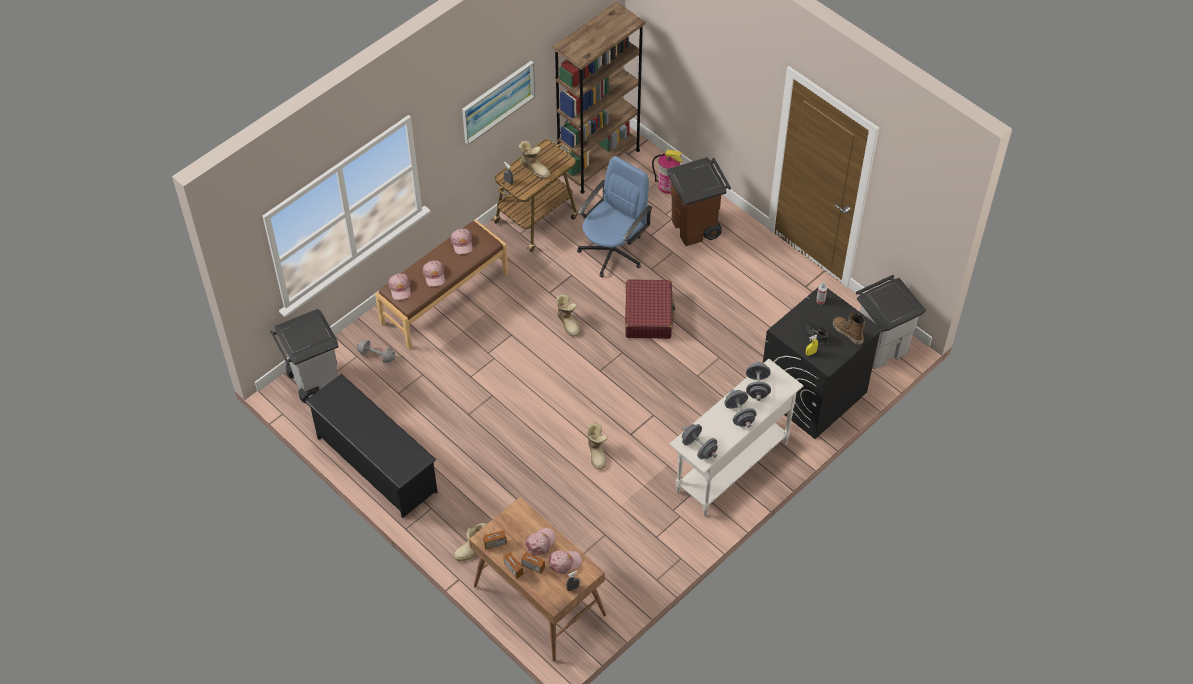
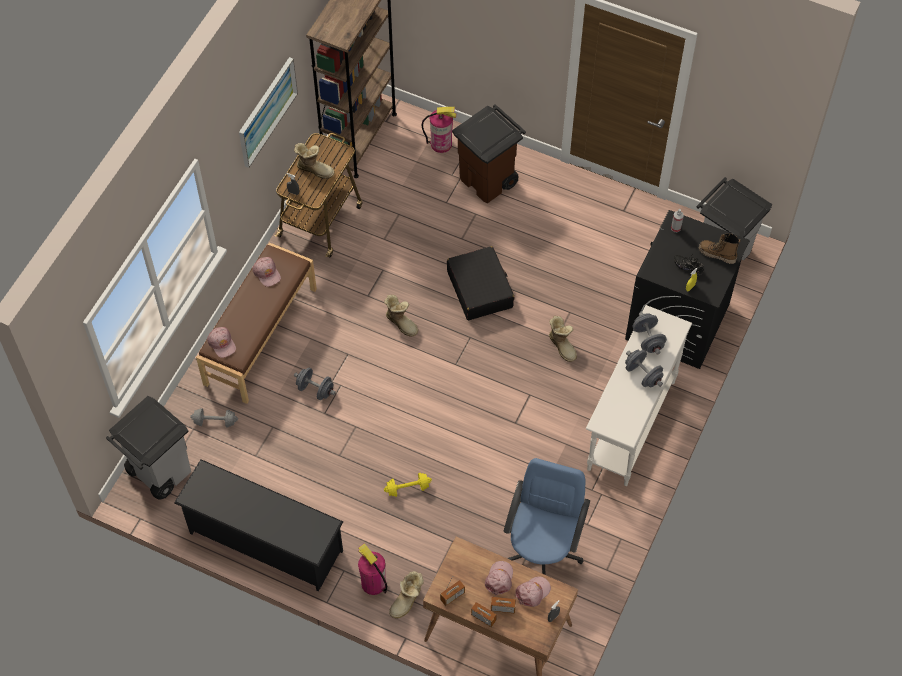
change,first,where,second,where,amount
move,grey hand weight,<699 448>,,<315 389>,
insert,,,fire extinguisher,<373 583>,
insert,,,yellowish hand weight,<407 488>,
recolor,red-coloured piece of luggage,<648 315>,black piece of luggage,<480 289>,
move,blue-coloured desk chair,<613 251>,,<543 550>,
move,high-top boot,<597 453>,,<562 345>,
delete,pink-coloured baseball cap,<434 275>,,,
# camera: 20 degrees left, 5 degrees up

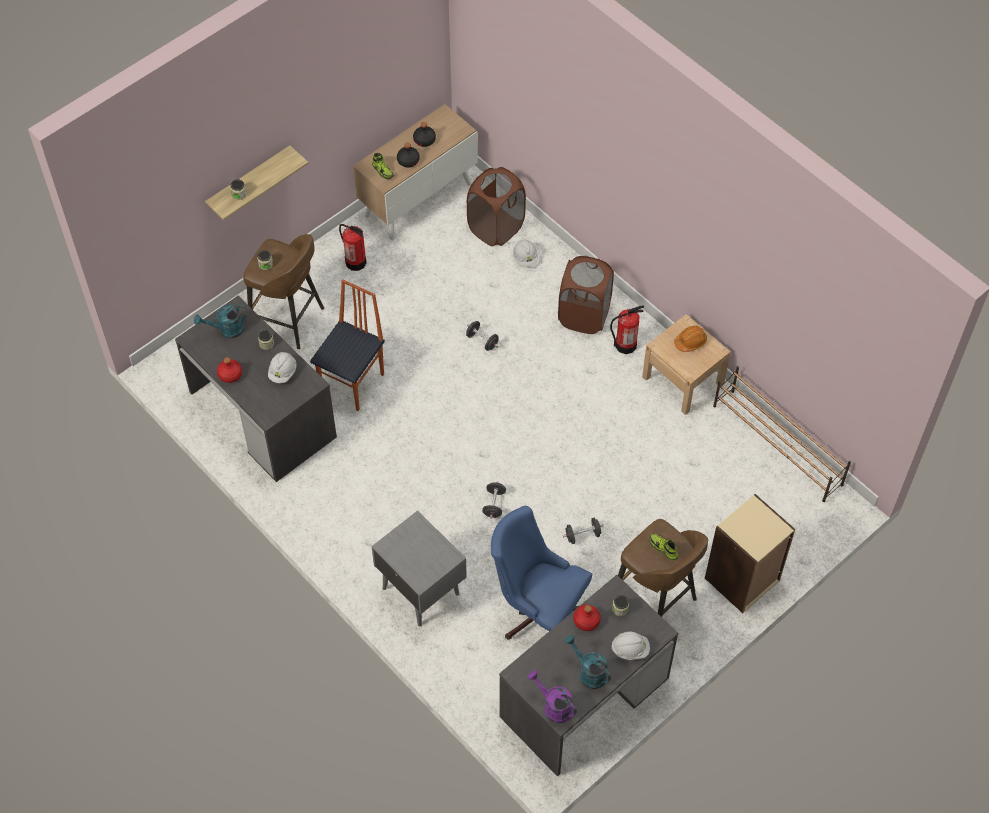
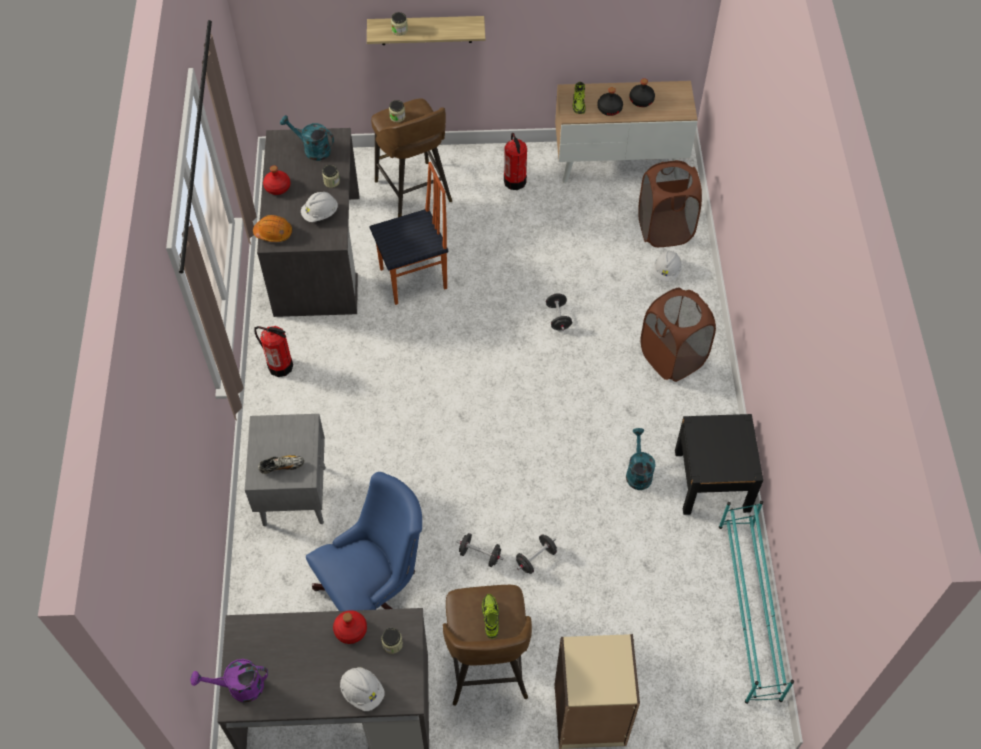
change,first,where,second,where,amount
rotate,purple watering pot,<553 706>,,<239 687>,90 degrees counterclockwise
move,orangey hard hat,<690 342>,,<273 233>,
move,fire extinguisher,<625 345>,,<280 366>,
insert,,,low shoe,<282 467>,
rotate,blue-coloured desk chair,<538 610>,,<374 592>,75 degrees clockwise
move,black hand weight,<494 504>,,<536 558>,
move,turquoise-coloured watering pot,<588 672>,,<638 472>,
recolor,beige-coloured night table,<683 380>,black night table,<712 480>,
recolor,brownish shoe stand,<777 445>,turquoise-coloured shoe stand,<749 611>,
# camera: 40 degrees right, 0 degrees up

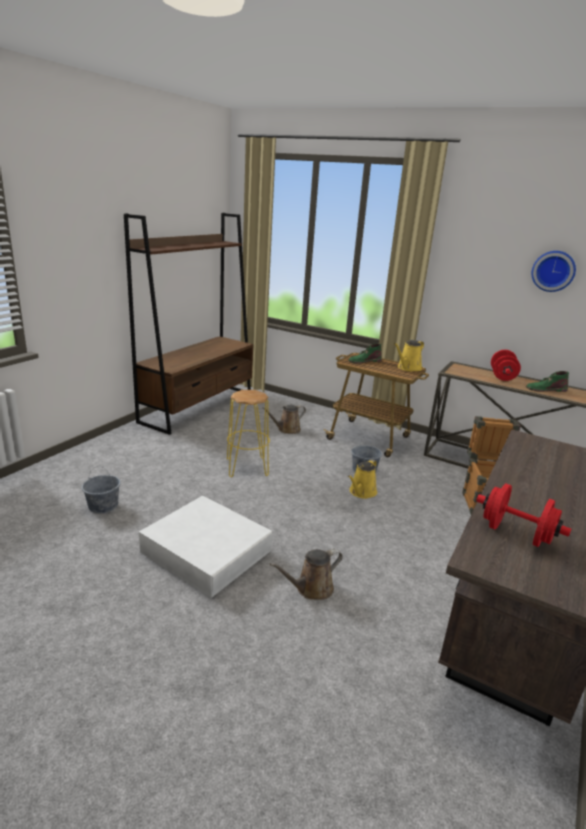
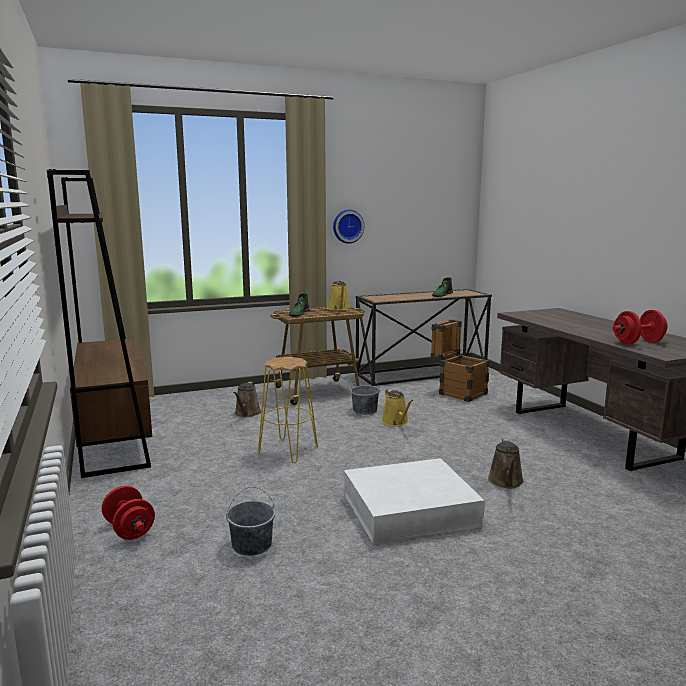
change,first,where,second,where,amount
move,red-coloured hand weight,<502 376>,,<129 530>,
move,wall clock,<553 271>,,<347 226>,
# camera: 50 degrees left, 10 degrees down

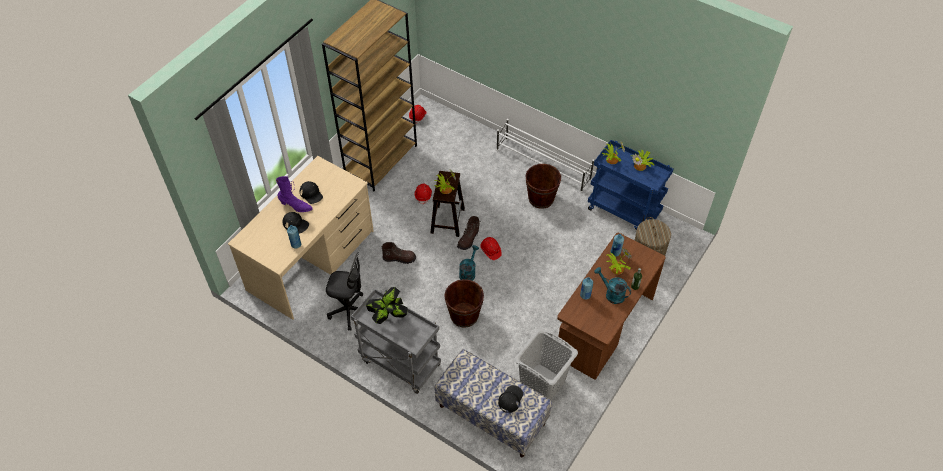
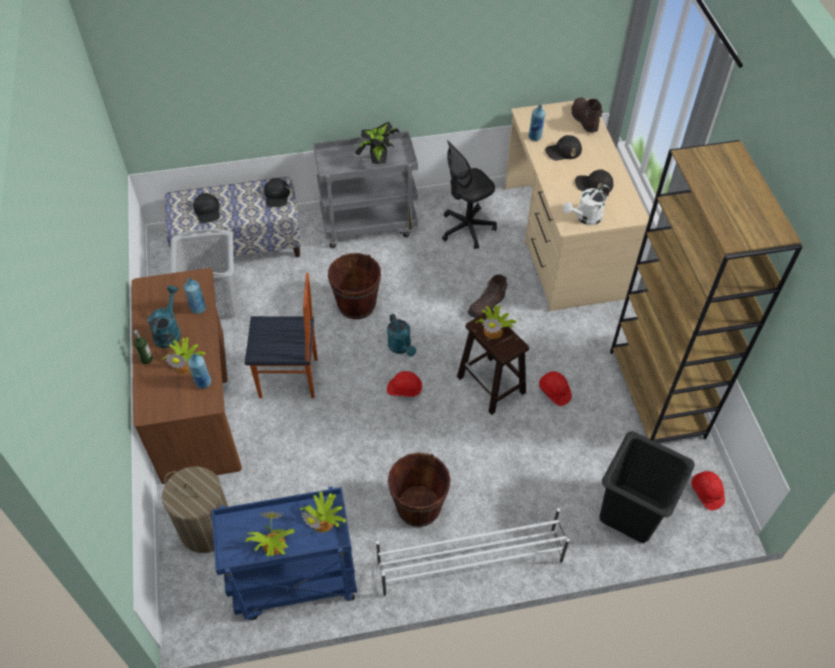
change,first,where,second,where,amount
rotate,turquoise-coloured watering pot,<611 294>,,<169 331>,75 degrees counterclockwise
insert,,,upright chair,<289 379>,
insert,,,black baseball cap,<277 195>,
insert,,,white-coloured watering pot,<585 218>,
move,brownish high-top boot,<468 239>,,<584 120>,
insert,,,black laundry basket,<631 513>,
delete,purple high-top boot,<296 206>,,,
# camera: 135 degrees right, 0 degrees up

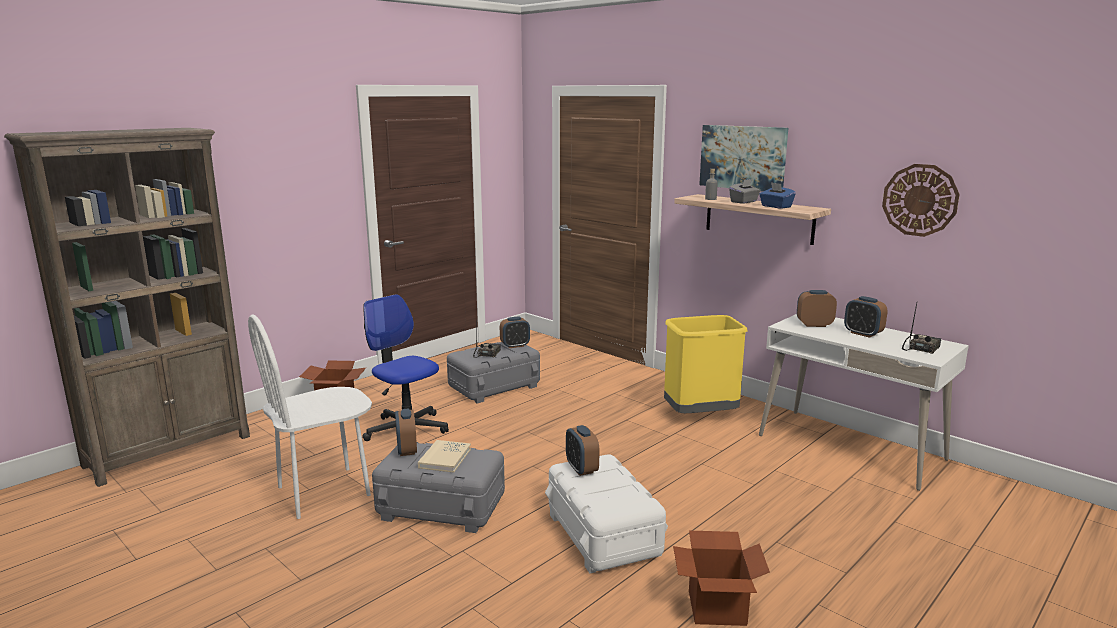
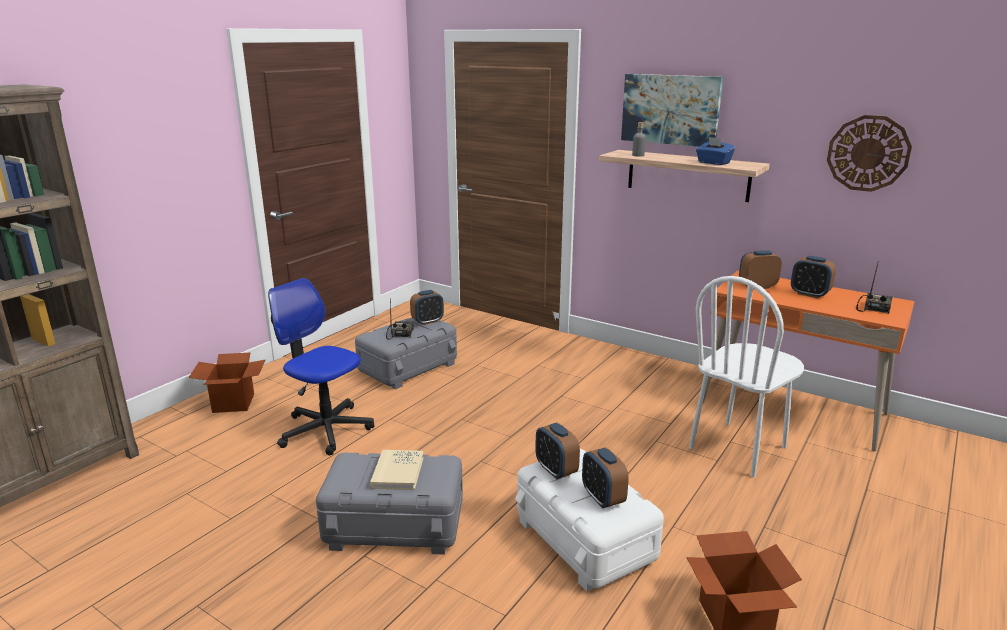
change,first,where,second,where,amount
move,alarm clock,<407 450>,,<602 498>,
move,white-coloured upright chair,<324 491>,,<738 448>,
recolor,white-coloured desk table,<850 447>,orangey desk table,<792 408>,
delete,yellowish trash can,<700 415>,,,
delete,grey box of tissues,<744 202>,,,
# camera: 10 degrees left, 5 degrees up

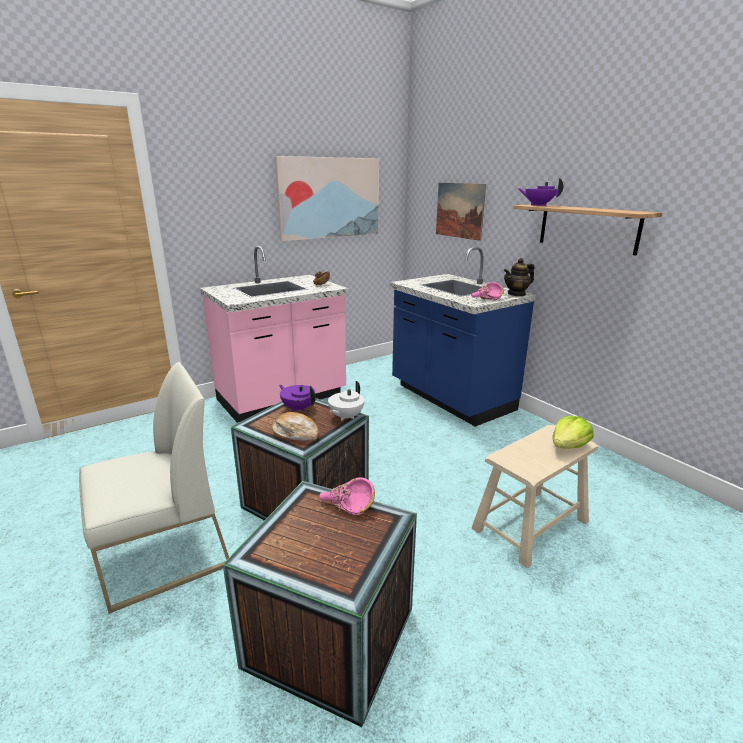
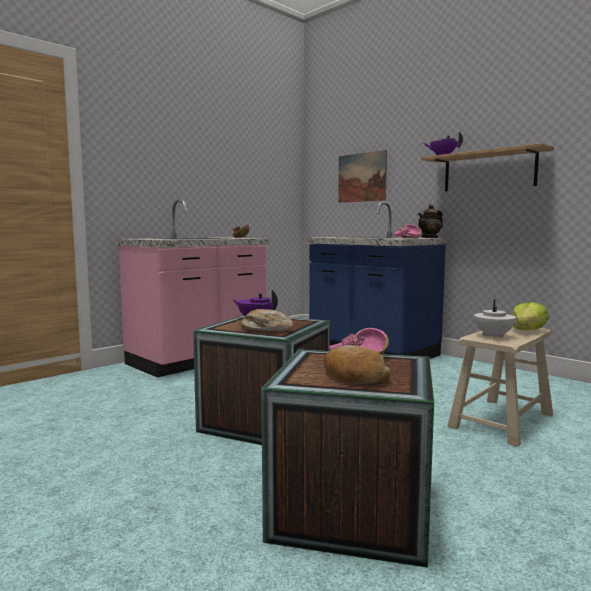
change,first,where,second,where,amount
insert,,,bread,<354 377>,
move,white-coloured pot for tea,<345 417>,,<493 336>,
delete,white-coloured upright chair,<163 555>,,,
delete,picture,<329 198>,,,
# camera: 10 degrees left, 15 degrees down

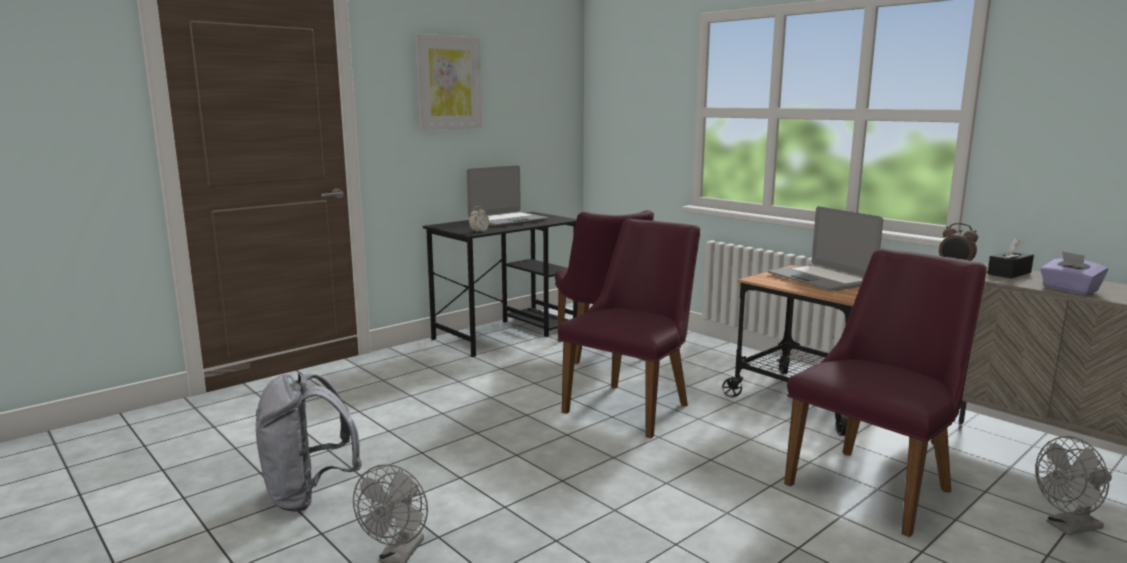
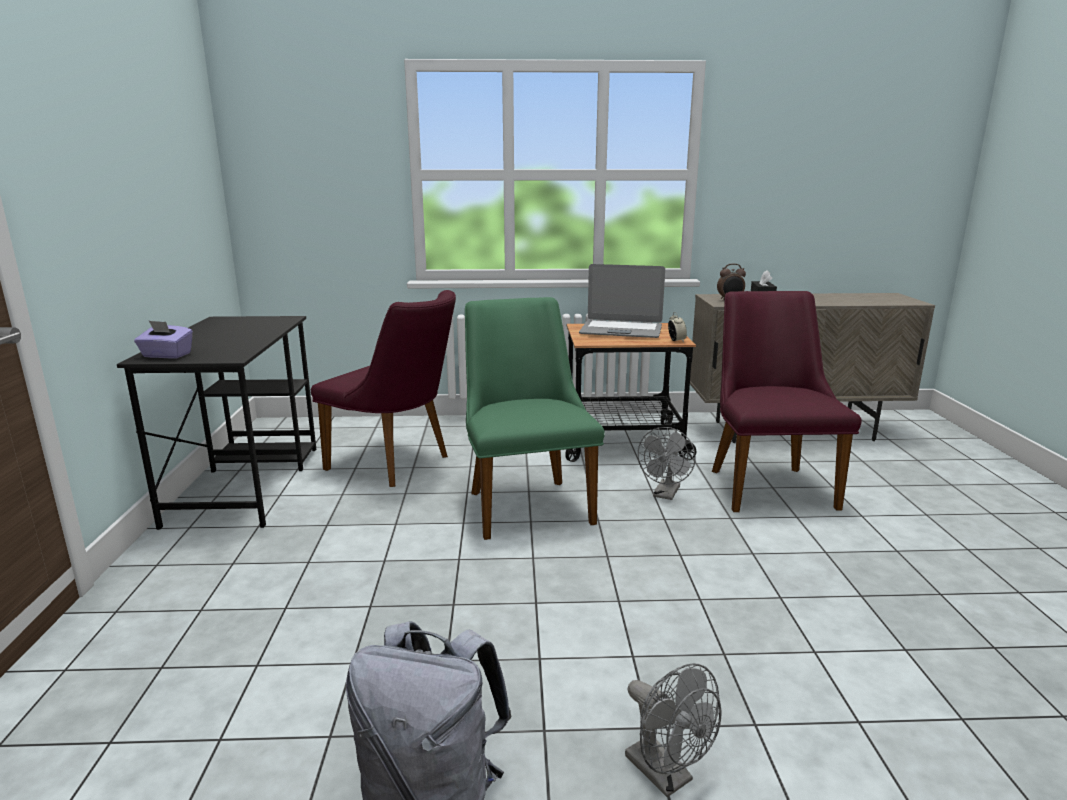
change,first,where,second,where,amount
move,purple box of tissues,<1069 289>,,<166 355>,
recolor,purple upright chair,<634 405>,greenish upright chair,<525 502>,
move,grey cooling fan,<1068 527>,,<665 494>,
move,alarm clock,<479 231>,,<676 340>,
delete,picture,<448 82>,,,
delete,portable computer,<507 220>,,,
# camera: 50 degrees left, 5 degrees up

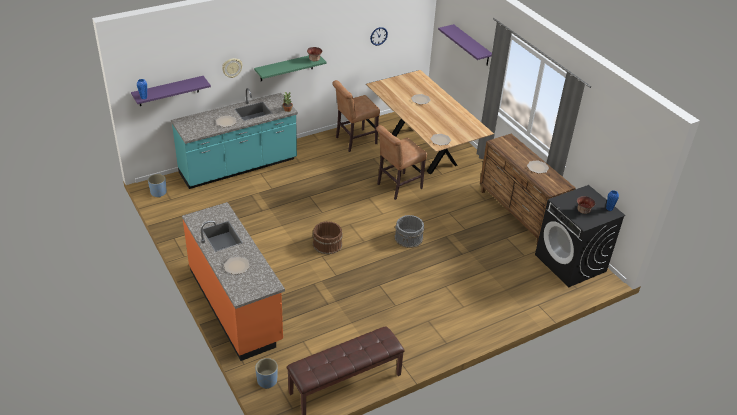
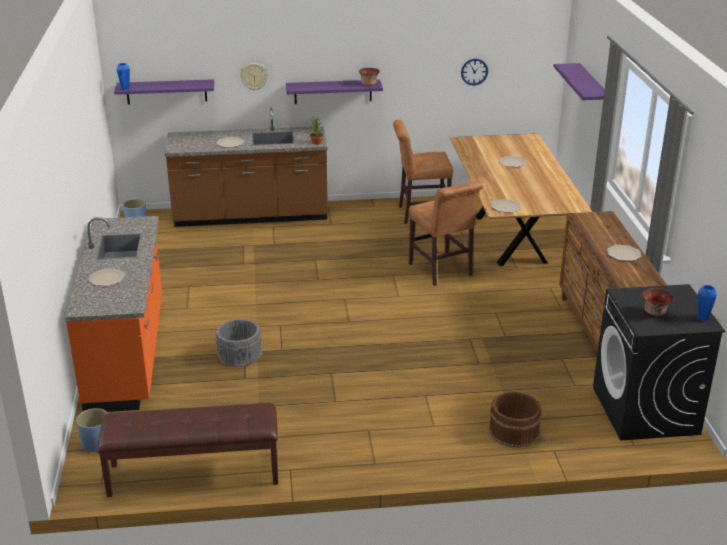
change,first,where,second,where,amount
recolor,turquoise-coloured kitchen counter,<238 167>,brownish kitchen counter,<251 216>,
move,grey pail,<409 238>,,<240 354>,
recolor,greenish bracket shelf,<286 67>,purple bracket shelf,<333 91>,
rotate,brownish upright chair,<397 187>,,<442 271>,105 degrees counterclockwise
move,brownish pail,<327 244>,,<513 432>,
# camera: 25 degrees right, 10 degrees down

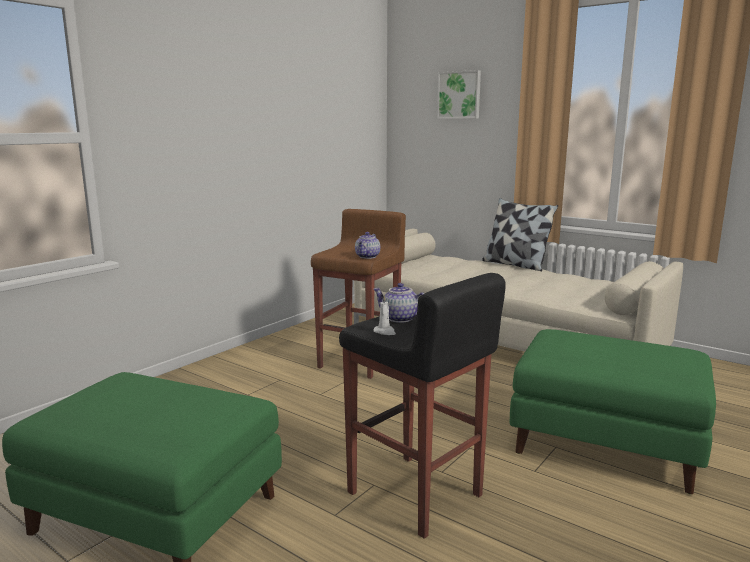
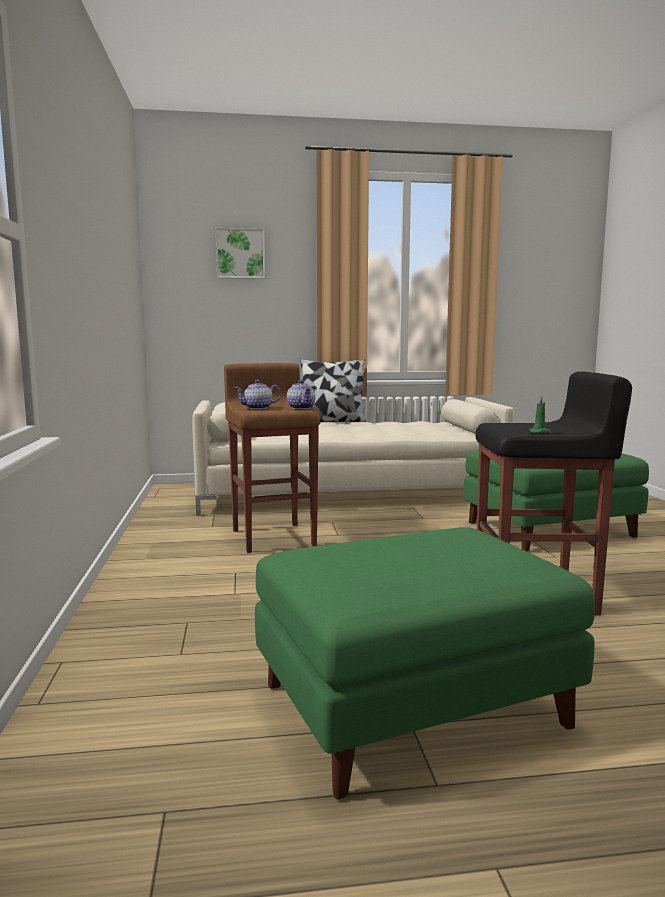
change,first,where,second,where,amount
move,pot for tea,<399 319>,,<258 408>,
recolor,white-coloured wax light,<385 332>,greenish wax light,<540 432>,
# camera: 45 degrees left, 5 degrees down

